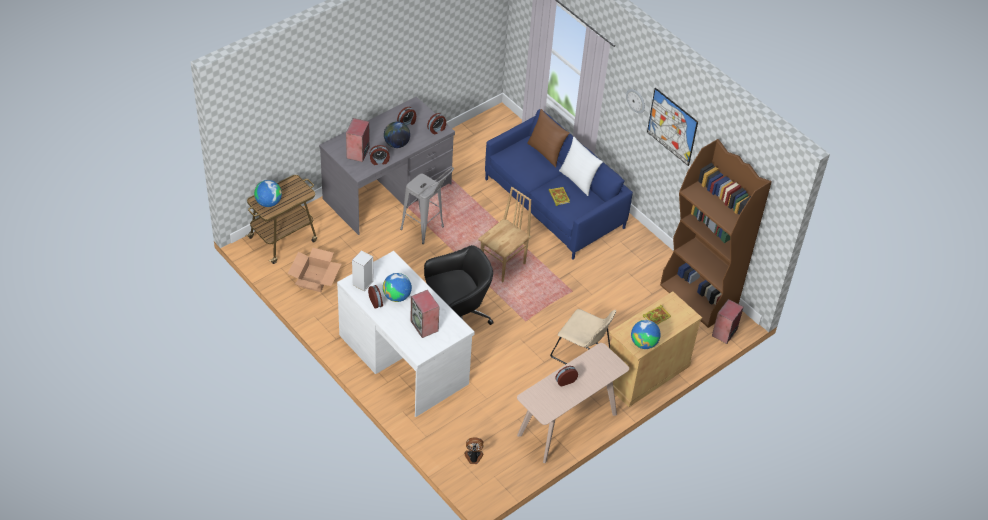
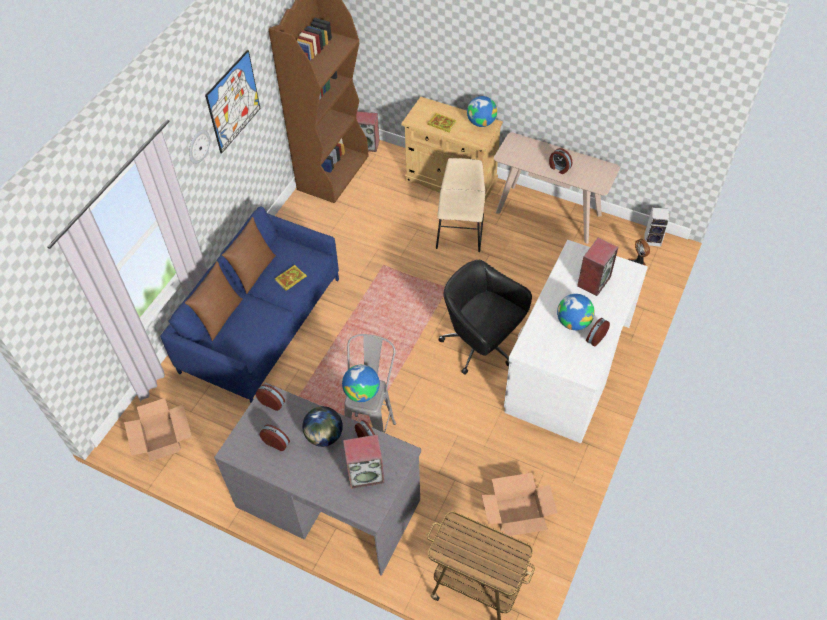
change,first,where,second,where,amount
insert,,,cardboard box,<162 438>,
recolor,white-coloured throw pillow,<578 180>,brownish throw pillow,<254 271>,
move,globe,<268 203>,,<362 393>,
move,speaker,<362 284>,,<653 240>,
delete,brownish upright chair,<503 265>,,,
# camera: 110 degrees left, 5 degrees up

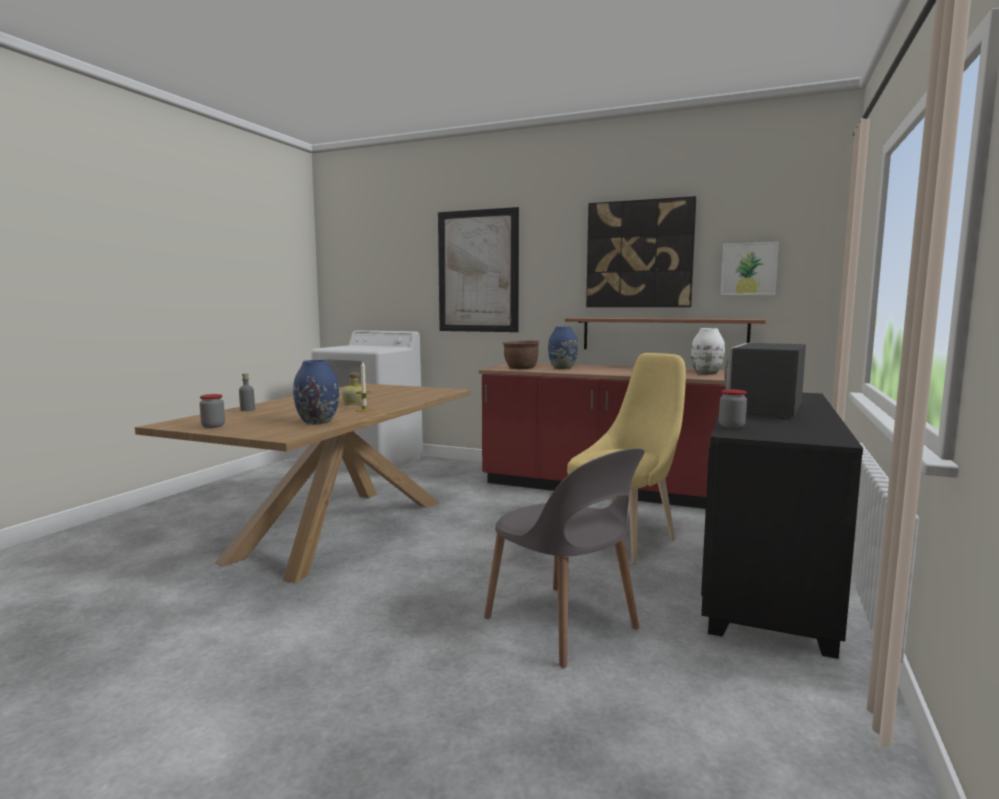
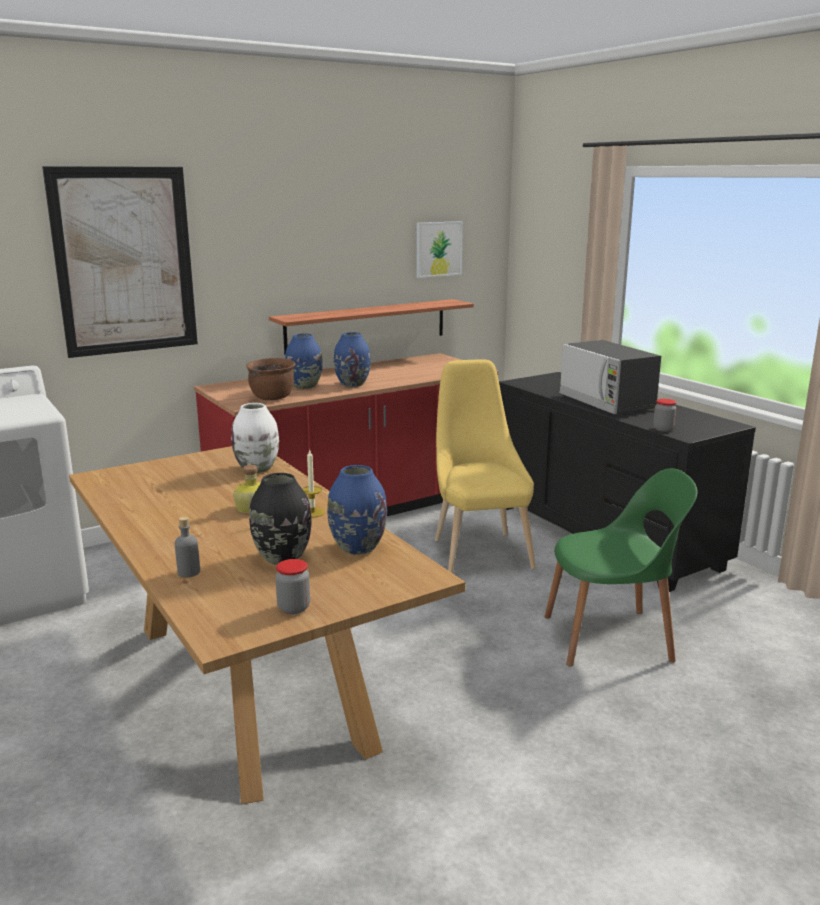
change,first,where,second,where,amount
move,white-coloured flower vase,<707 373>,,<257 468>,
insert,,,black flower vase,<282 557>,
insert,,,blue-coloured flower vase,<352 384>,
recolor,grey upright chair,<563 625>,greenish upright chair,<611 638>,
delete,picture,<639 254>,,,
# camera: 55 degrees left, 10 degrees up

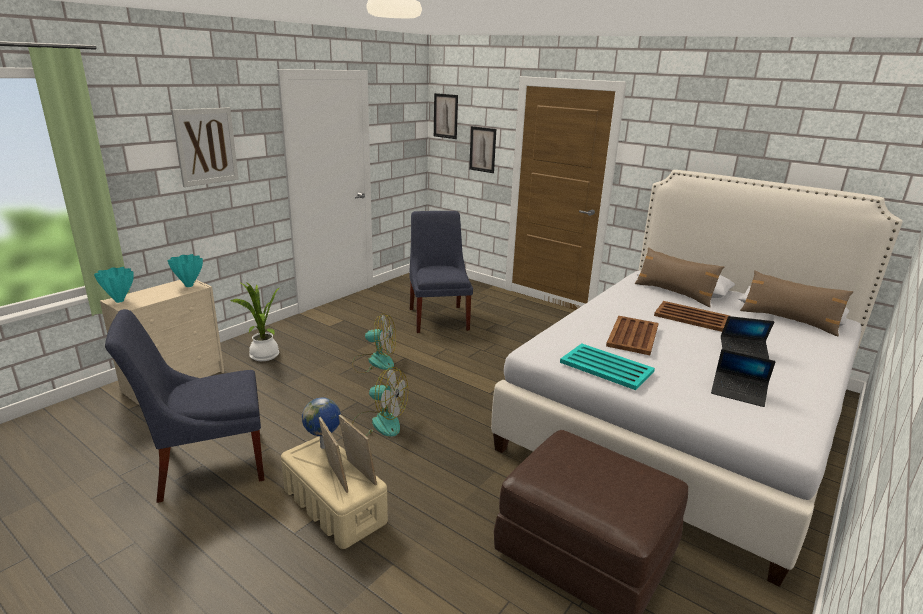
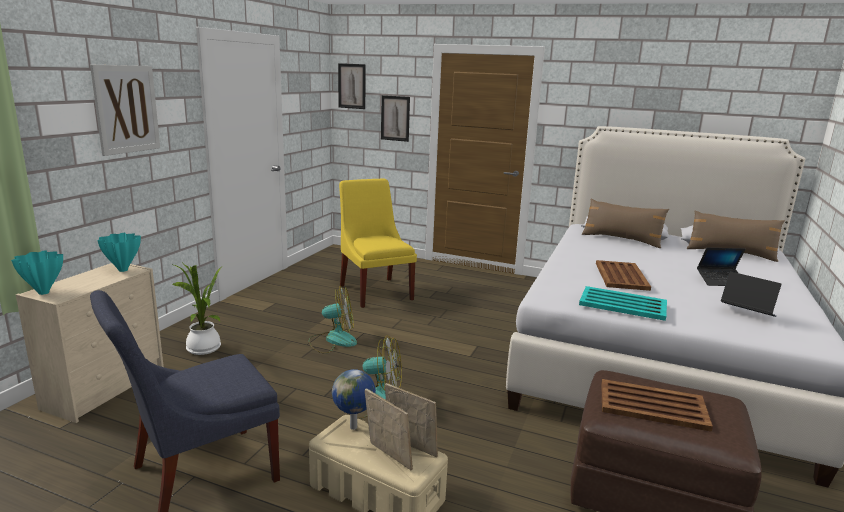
change,first,where,second,where,amount
recolor,blue-coloured upright chair,<438 317>,yellowish upright chair,<375 291>,
move,brownish tray,<691 317>,,<651 405>,
rotate,portable computer,<738 393>,,<746 313>,150 degrees counterclockwise
# camera: 15 degrees left, 5 degrees down

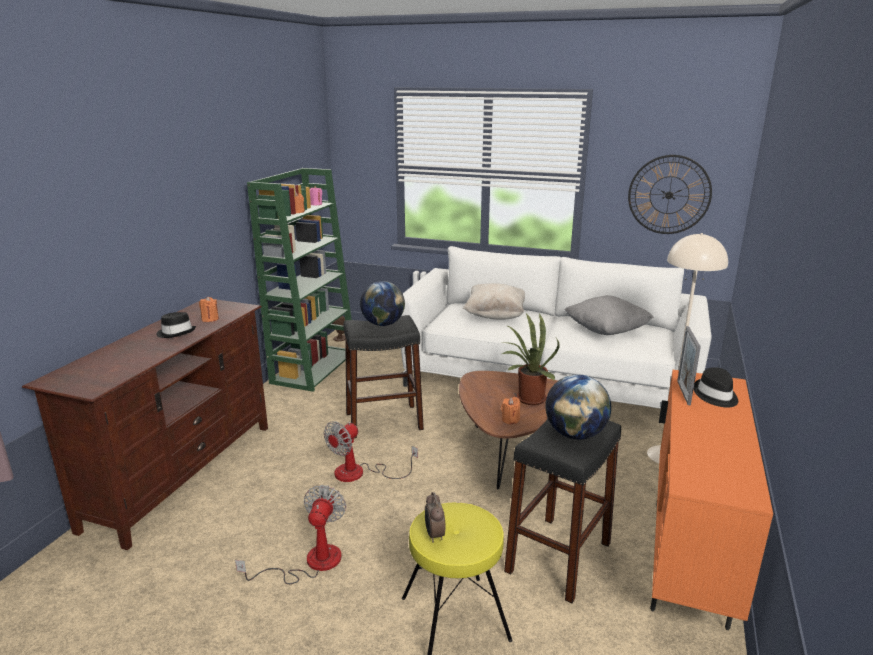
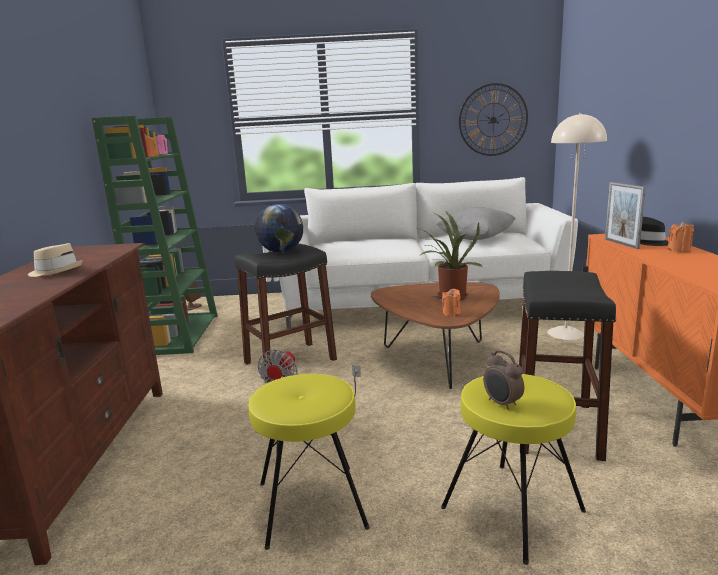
change,first,where,second,where,amount
recolor,black clothing hat,<176 332>,beige-coloured clothing hat,<56 271>,
replace,cooling fan,<311 563>,yellowish sitting stool,<310 505>,
move,orangey wax light,<210 319>,,<679 250>,
delete,beige-coloured throw pillow,<495 316>,,,
delete,globe,<575 434>,,,
# camera: 20 degrees left, 5 degrees down

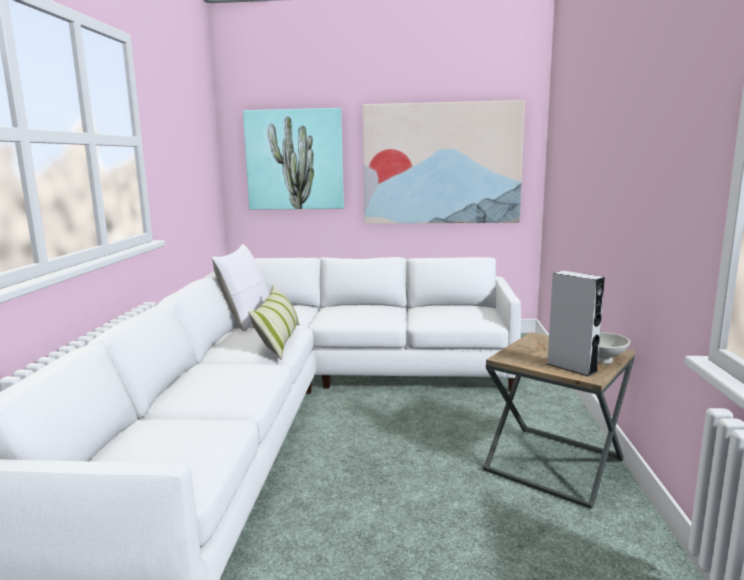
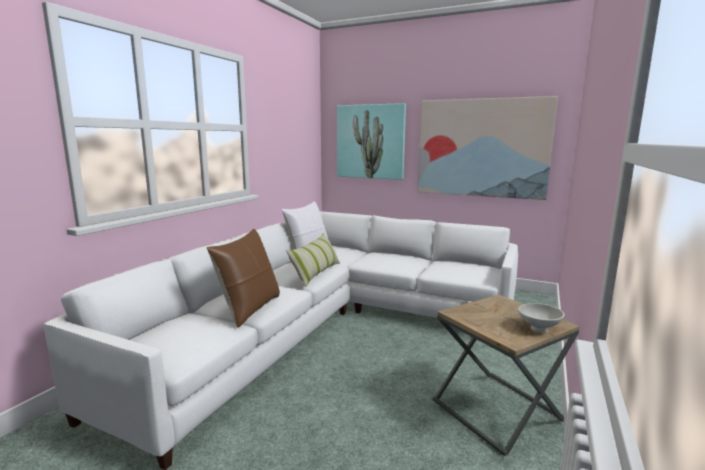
change,first,where,second,where,amount
insert,,,brownish throw pillow,<249 309>,
delete,grey speaker,<571 367>,,,
# camera: 20 degrees right, 0 degrees up

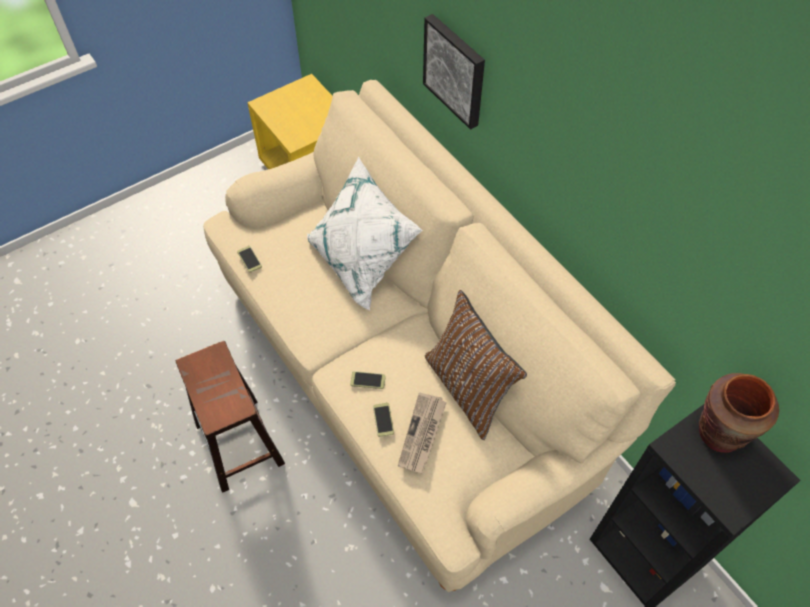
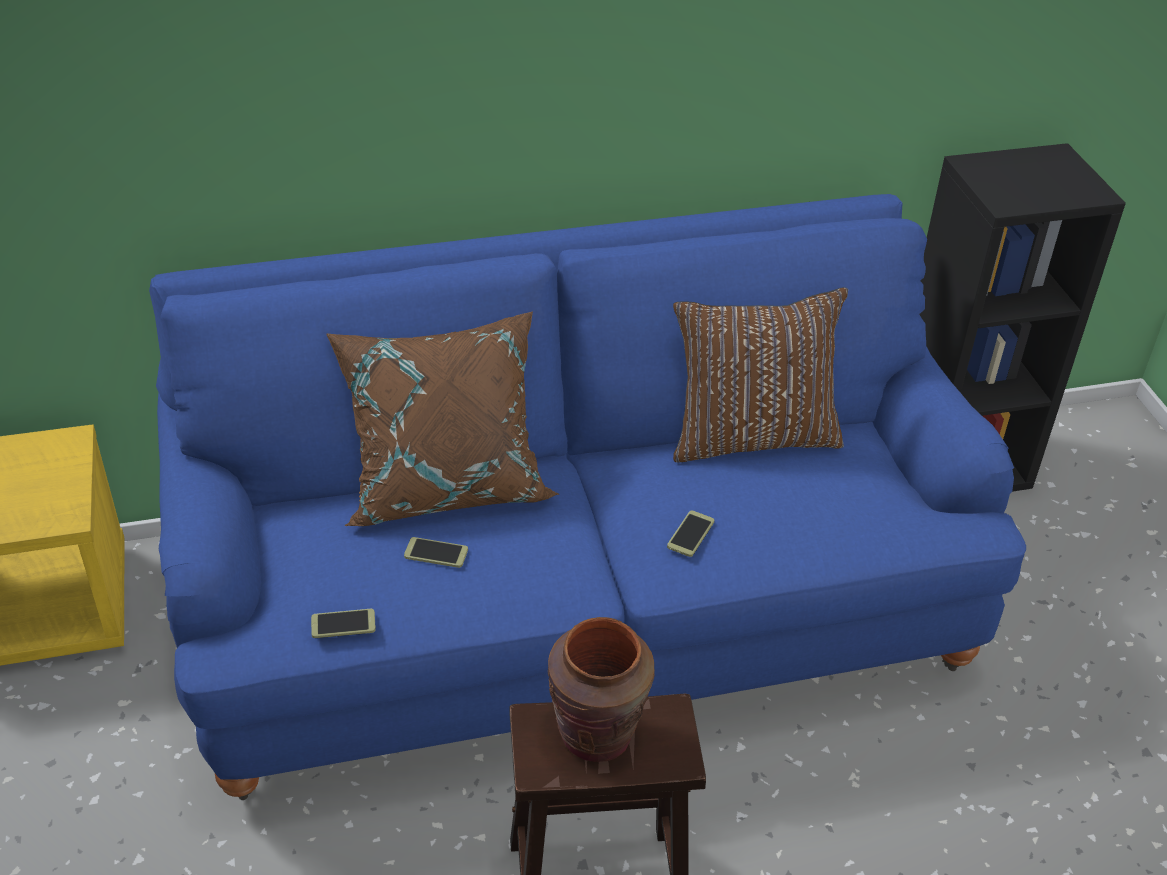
change,first,where,second,where,amount
recolor,beige-coloured couch,<406 376>,blue-coloured couch,<576 612>,
recolor,white-coloured throw pillow,<362 261>,brownish throw pillow,<446 482>,
move,phone,<383 420>,,<436 553>,
move,brownish flower vase,<719 433>,,<597 735>,
delete,daily paper,<422 434>,,,
delete,picture,<456 70>,,,
# camera: 70 degrees left, 15 degrees down

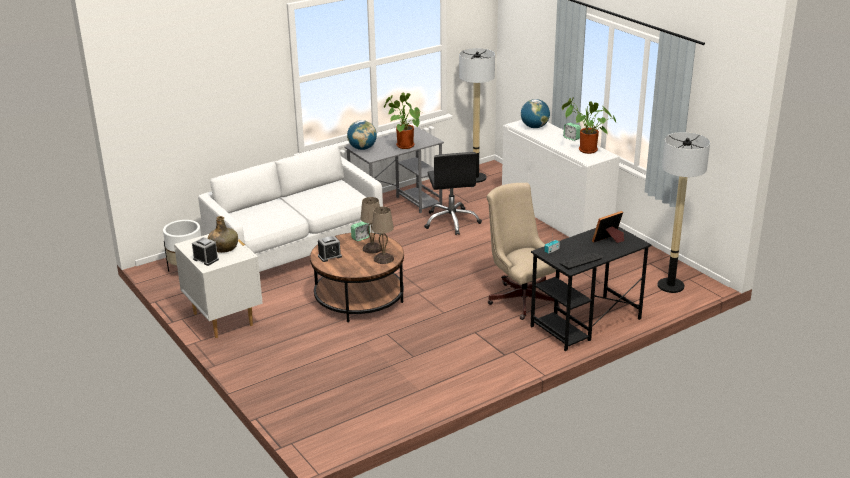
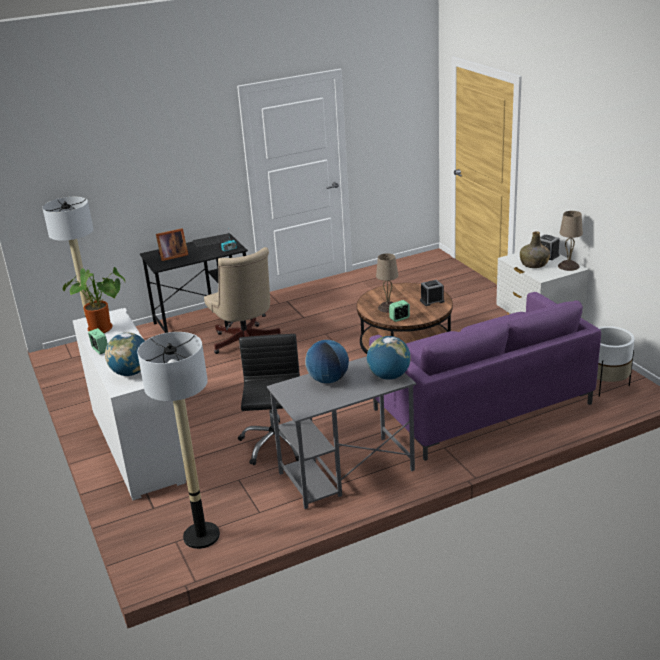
change,first,where,second,where,amount
replace,houseplant,<403 145>,globe,<328 380>,
recolor,white-coloured couch,<295 250>,purple couch,<482 407>,
move,beige-coloured table lamp,<383 259>,,<568 266>,
# camera: 170 degrees left, 0 degrees up

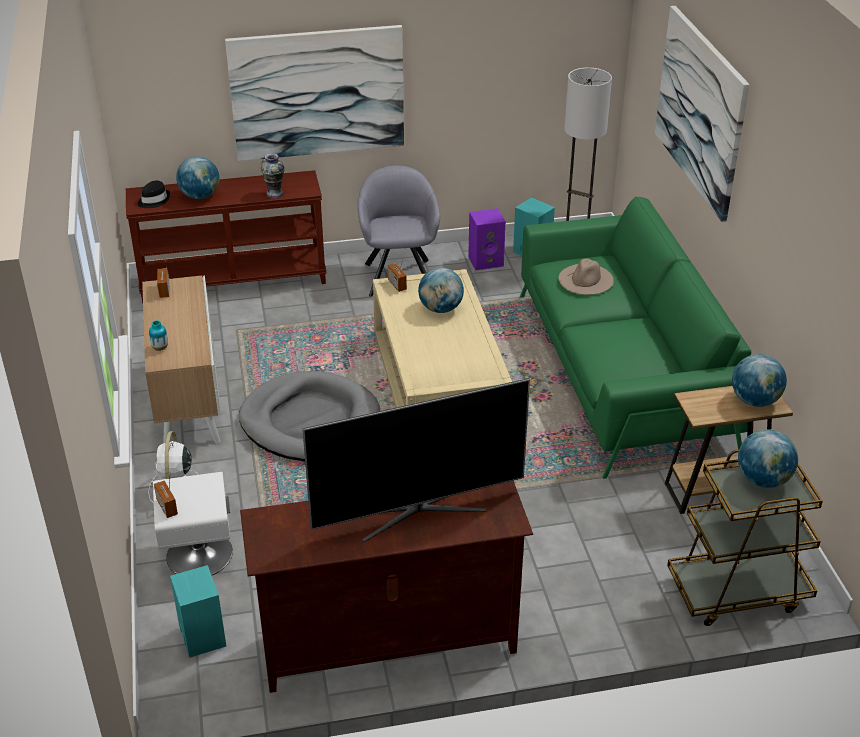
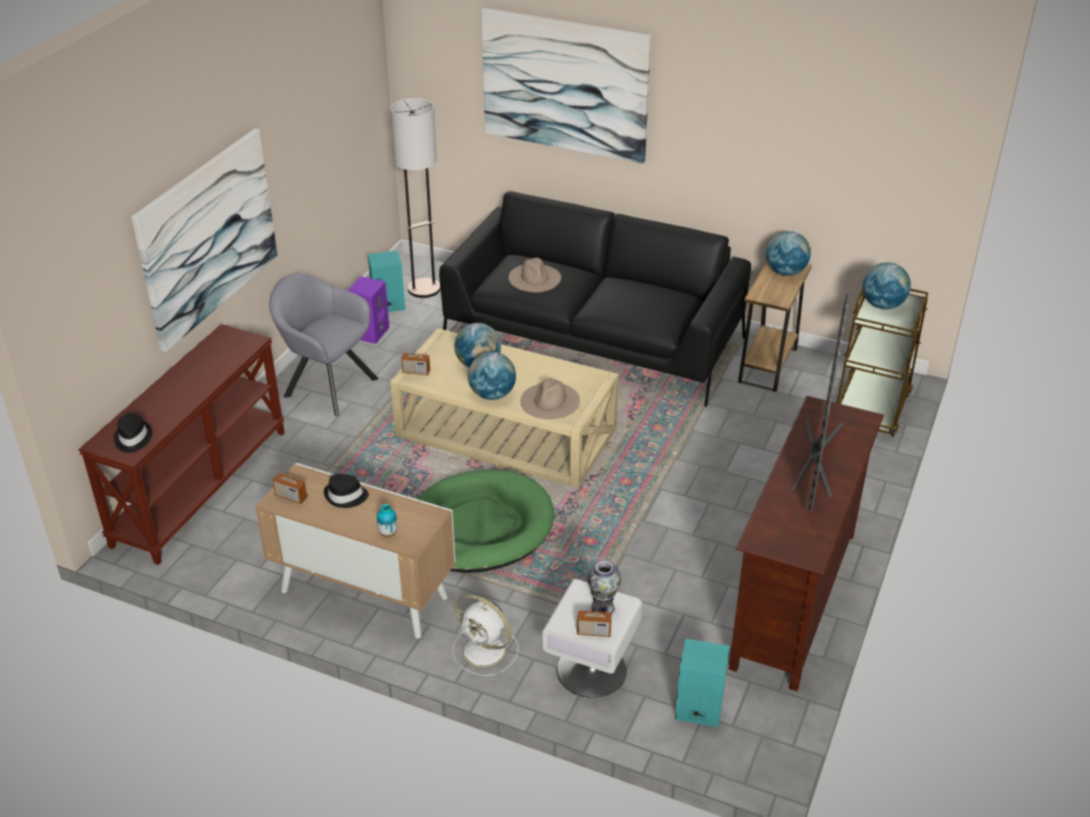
change,first,where,second,where,amount
insert,,,black clothing hat,<346 496>,
recolor,grey pet bed,<310 421>,greenish pet bed,<478 527>,
recolor,greenish couch,<622 371>,black couch,<594 338>,
move,globe,<200 196>,,<492 394>,
insert,,,beige-coloured clothing hat,<550 401>,
move,flower vase,<275 193>,,<602 607>,
# camera: 55 degrees left, 0 degrees up

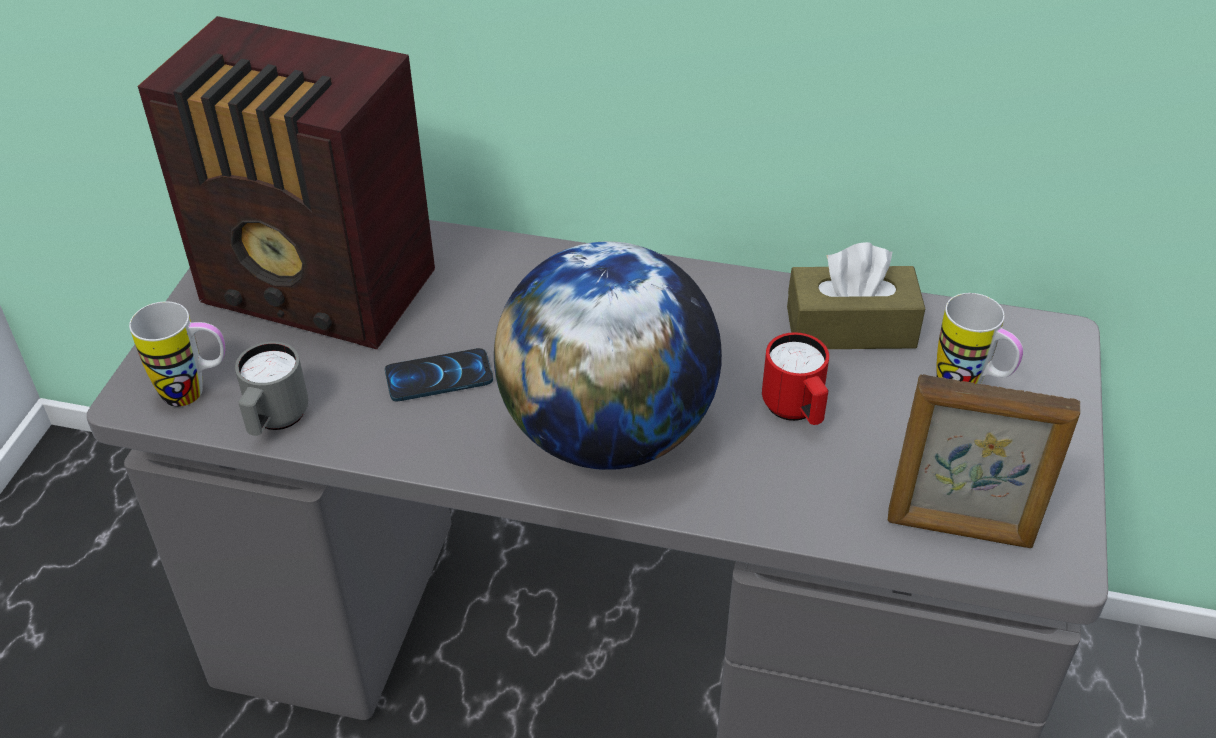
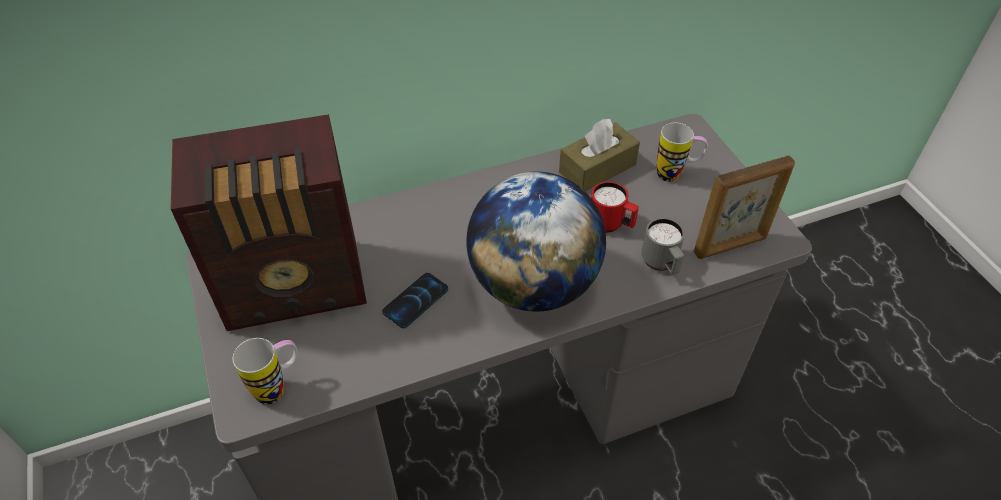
change,first,where,second,where,amount
move,grey coffee mug,<275 421>,,<661 264>,
# camera: 35 degrees left, 5 degrees up

